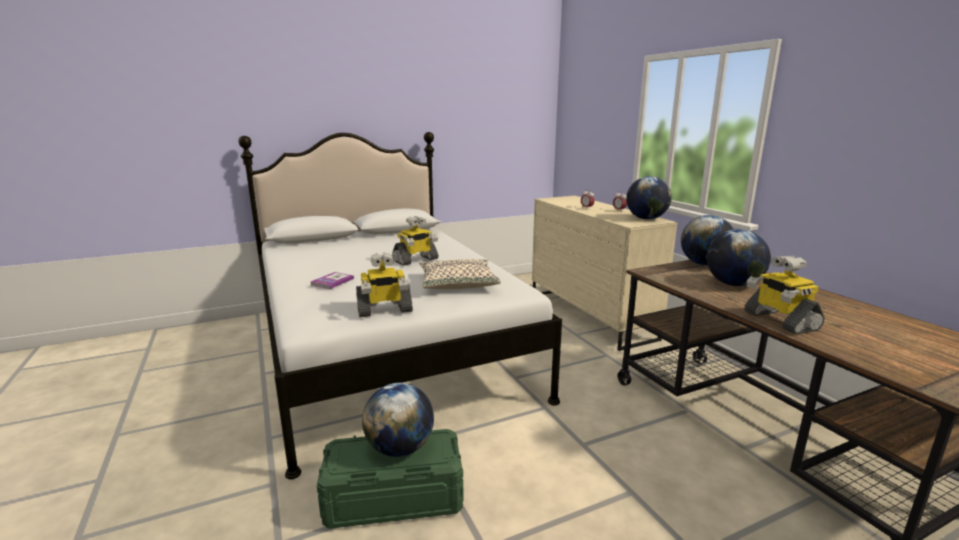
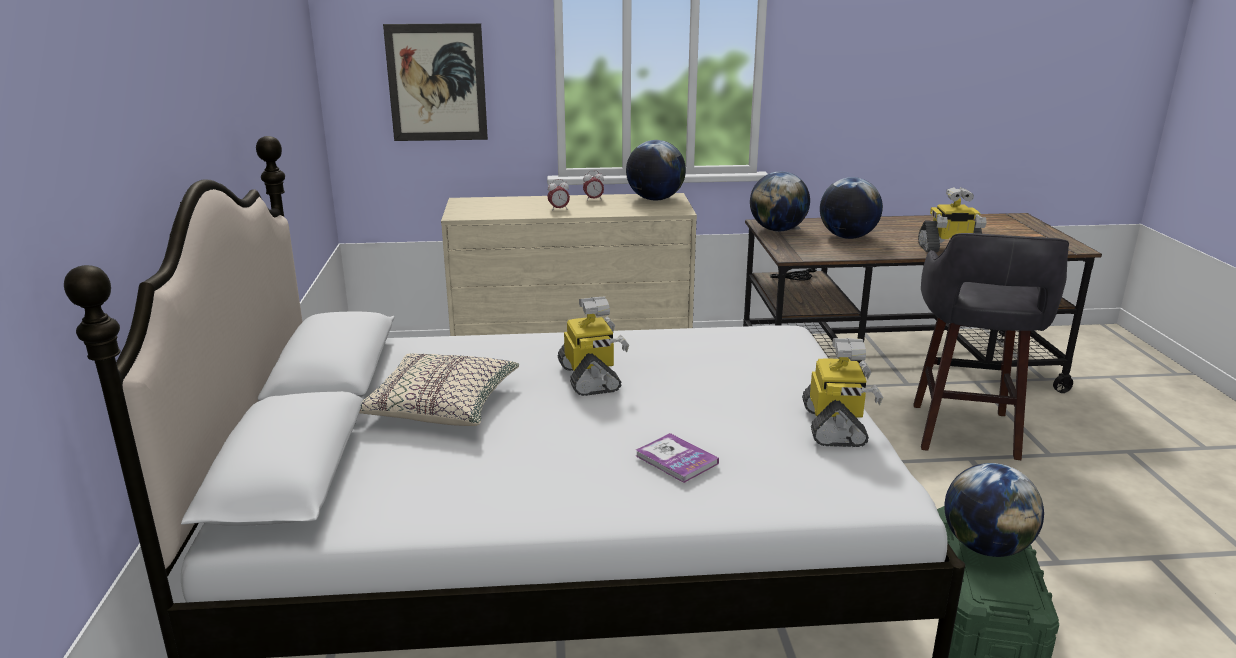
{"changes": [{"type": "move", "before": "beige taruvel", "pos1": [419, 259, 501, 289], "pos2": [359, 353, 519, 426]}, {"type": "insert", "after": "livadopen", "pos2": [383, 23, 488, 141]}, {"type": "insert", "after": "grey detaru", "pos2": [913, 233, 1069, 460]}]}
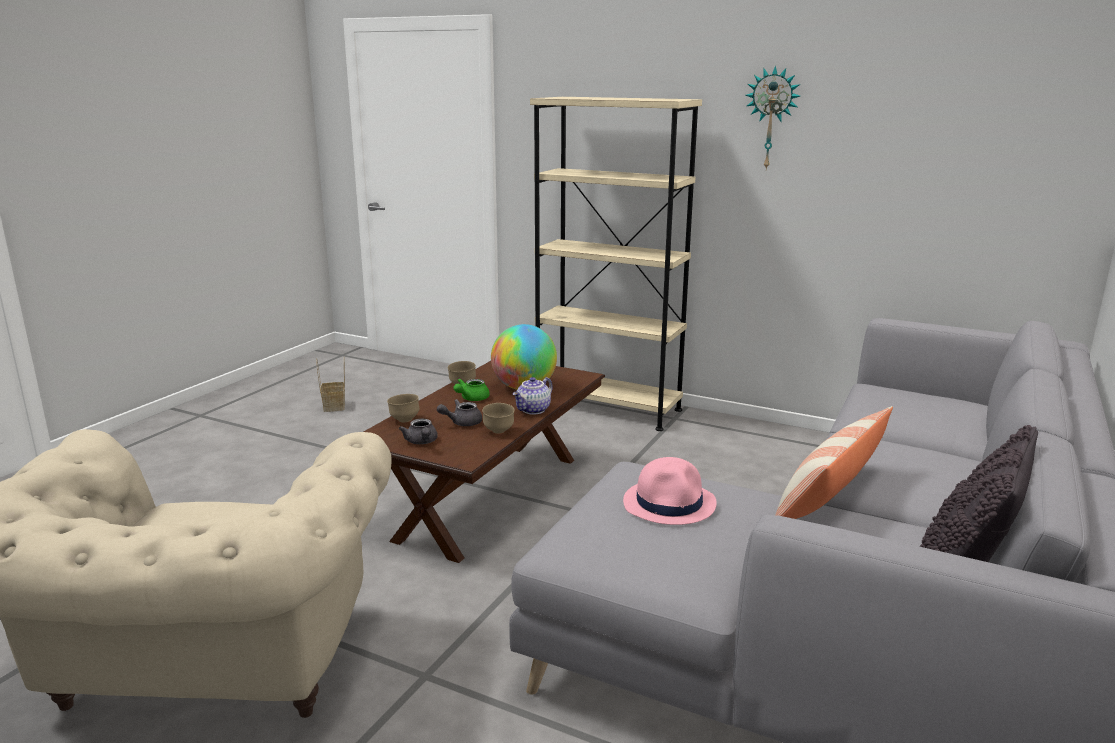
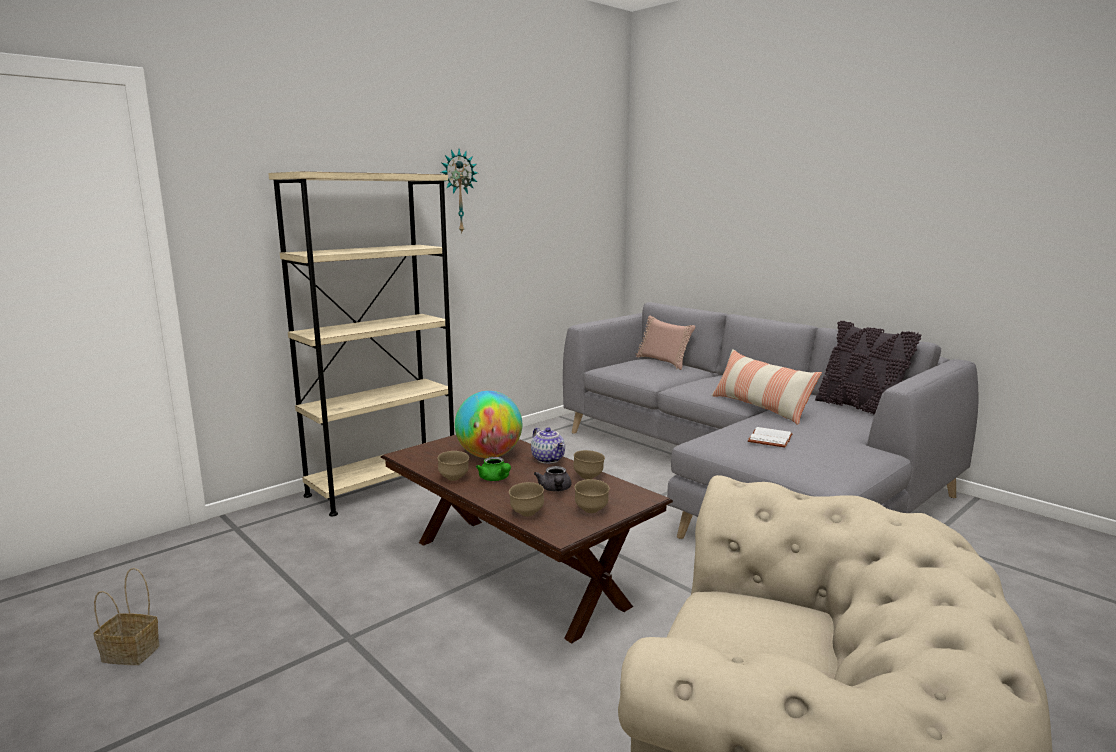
{"changes": [{"type": "replace", "before": "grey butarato", "after": "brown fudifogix", "pos1": [399, 419, 438, 444], "pos2": [574, 479, 610, 513]}, {"type": "replace", "before": "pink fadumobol", "after": "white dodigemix", "pos1": [623, 457, 717, 525], "pos2": [748, 427, 793, 448]}, {"type": "insert", "after": "beige taruvel", "pos2": [636, 316, 695, 370]}]}
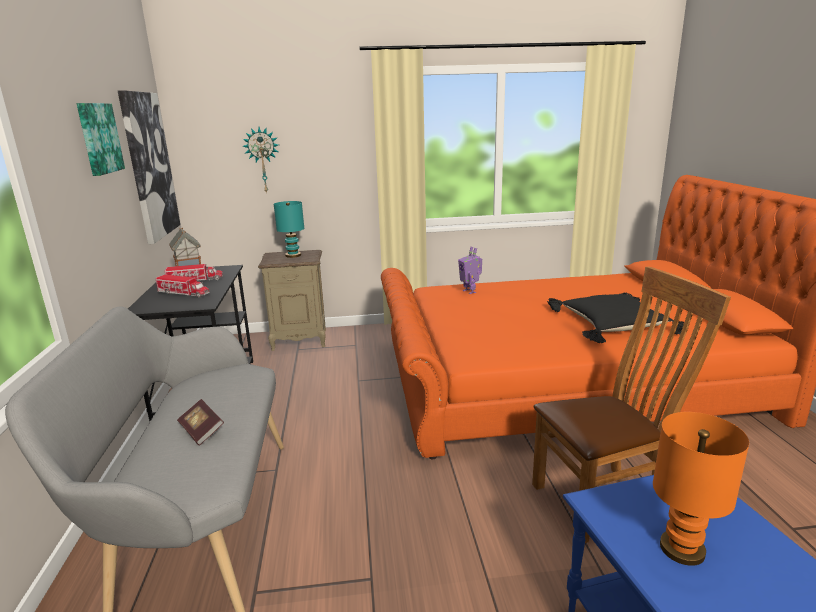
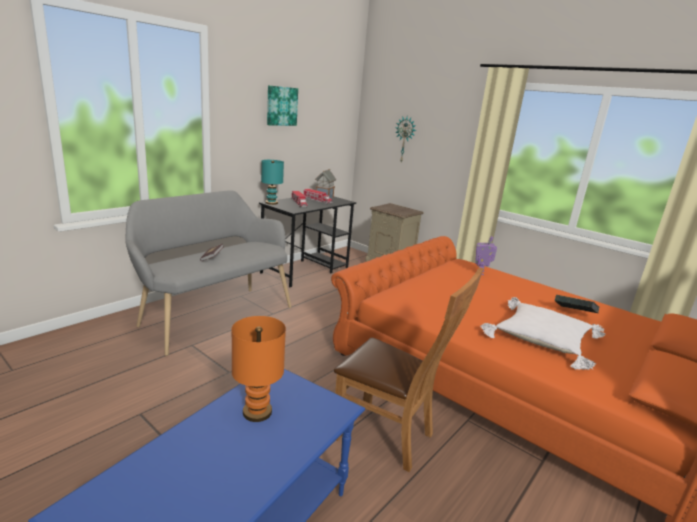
{"changes": [{"type": "delete", "before": "livadopen", "pos1": [118, 90, 180, 244]}, {"type": "move", "before": "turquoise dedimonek", "pos1": [274, 201, 304, 258], "pos2": [261, 160, 284, 205]}, {"type": "recolor", "before": "black taruvel", "after": "white taruvel", "pos1": [548, 293, 684, 343], "pos2": [481, 297, 606, 370]}, {"type": "insert", "after": "dodigemix", "pos2": [555, 295, 599, 313]}]}
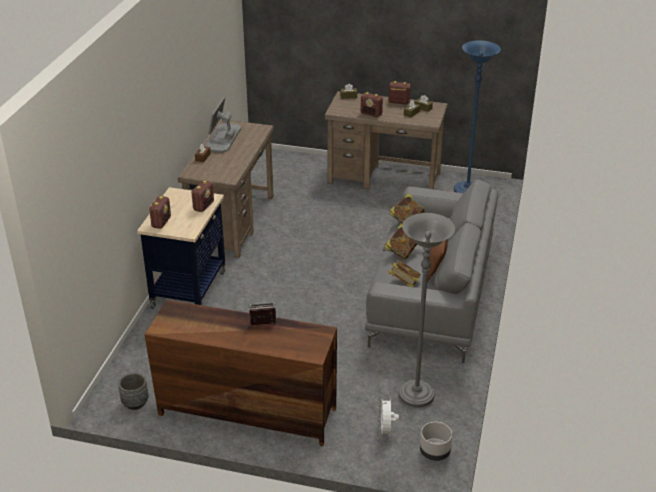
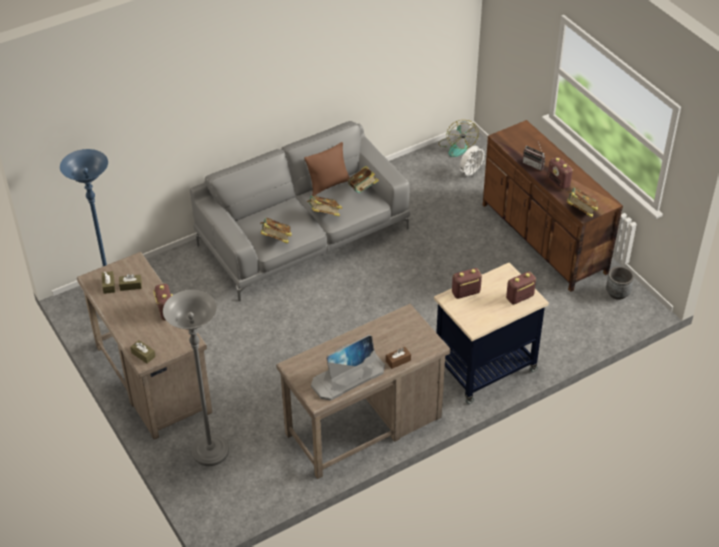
{"changes": [{"type": "move", "before": "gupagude", "pos1": [389, 81, 411, 104], "pos2": [548, 157, 573, 190]}, {"type": "move", "before": "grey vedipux", "pos1": [399, 213, 455, 407], "pos2": [163, 290, 229, 466]}, {"type": "replace", "before": "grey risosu", "after": "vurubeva", "pos1": [420, 422, 452, 461], "pos2": [438, 120, 479, 157]}, {"type": "insert", "after": "dodigemix", "pos2": [567, 187, 598, 218]}]}
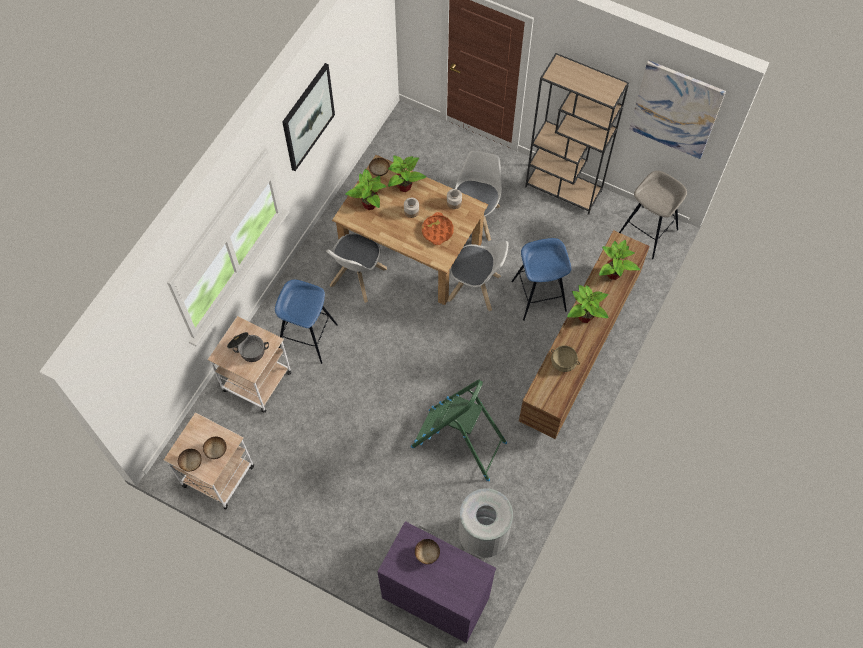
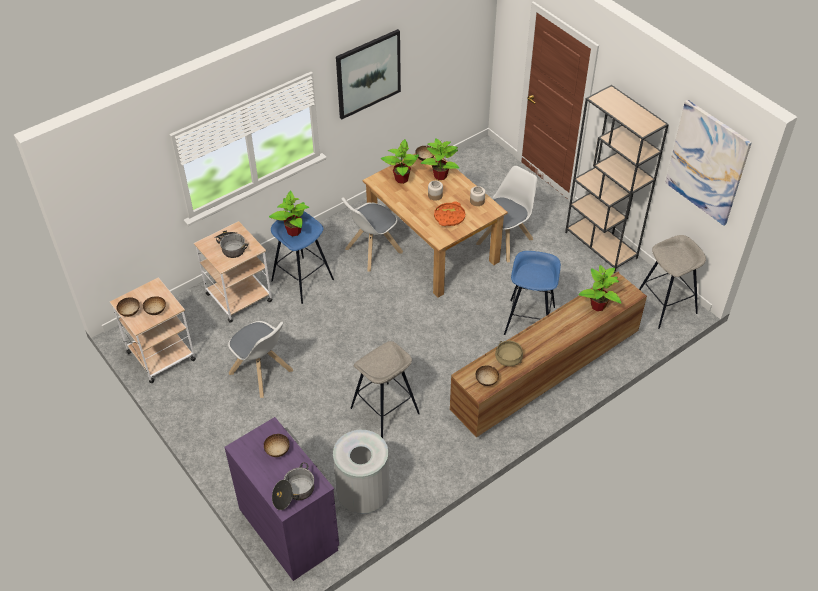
{"changes": [{"type": "replace", "before": "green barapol", "after": "grey detaru", "pos1": [411, 379, 507, 481], "pos2": [350, 341, 420, 438]}, {"type": "move", "before": "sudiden", "pos1": [448, 241, 508, 311], "pos2": [228, 321, 293, 398]}, {"type": "move", "before": "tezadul", "pos1": [567, 285, 609, 323], "pos2": [269, 191, 309, 236]}, {"type": "insert", "after": "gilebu", "pos2": [272, 462, 314, 510]}, {"type": "insert", "after": "fudifogix", "pos2": [476, 365, 499, 386]}]}
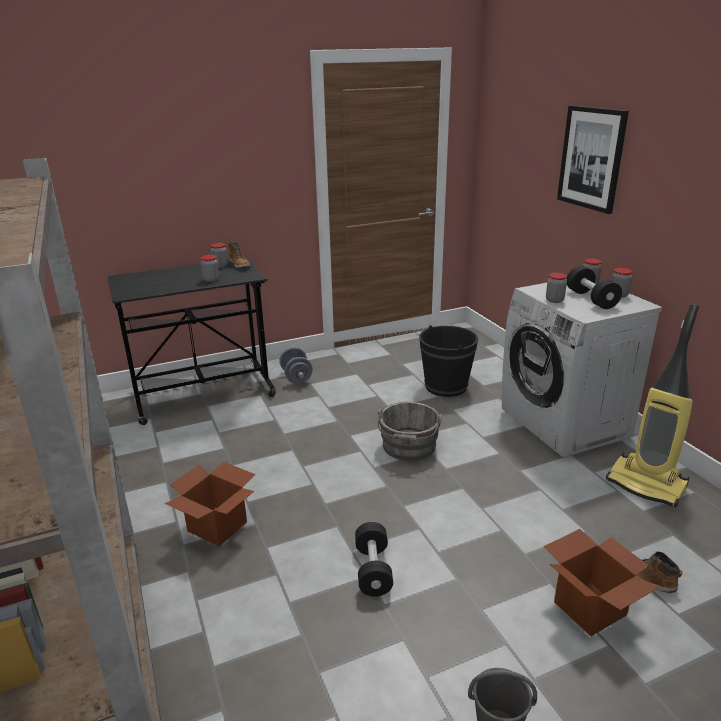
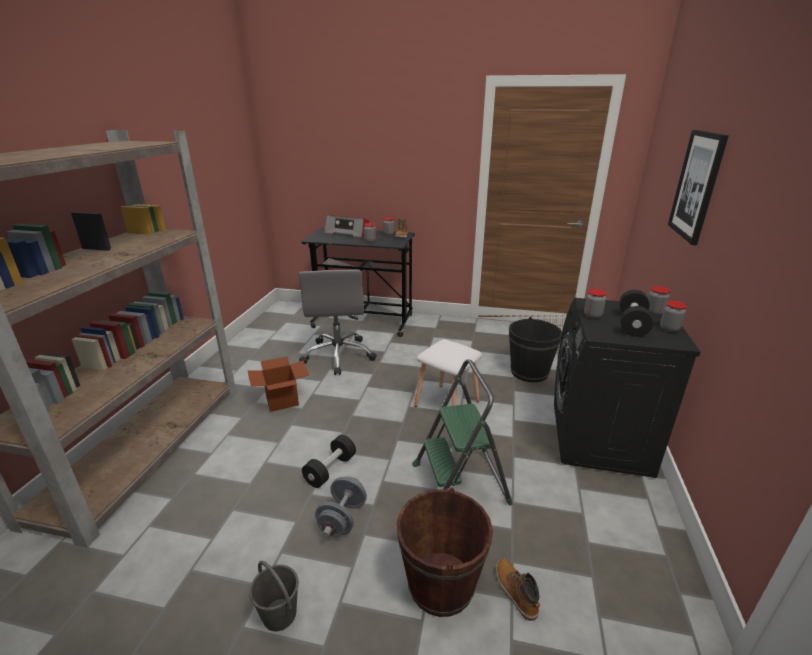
{"changes": [{"type": "move", "before": "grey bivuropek", "pos1": [279, 347, 313, 384], "pos2": [315, 476, 367, 537]}, {"type": "replace", "before": "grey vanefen", "after": "white detaru", "pos1": [377, 402, 442, 461], "pos2": [414, 339, 482, 407]}, {"type": "recolor", "before": "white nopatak", "after": "black nopatak", "pos1": [502, 279, 662, 457], "pos2": [554, 297, 701, 478]}, {"type": "replace", "before": "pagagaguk", "after": "brown vanefen", "pos1": [544, 529, 658, 636], "pos2": [397, 487, 493, 617]}, {"type": "delete", "before": "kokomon", "pos1": [606, 304, 699, 507]}, {"type": "insert", "after": "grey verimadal", "pos2": [298, 270, 377, 375]}, {"type": "insert", "after": "gupagude", "pos2": [324, 215, 369, 238]}, {"type": "insert", "after": "green barapol", "pos2": [412, 359, 513, 505]}]}
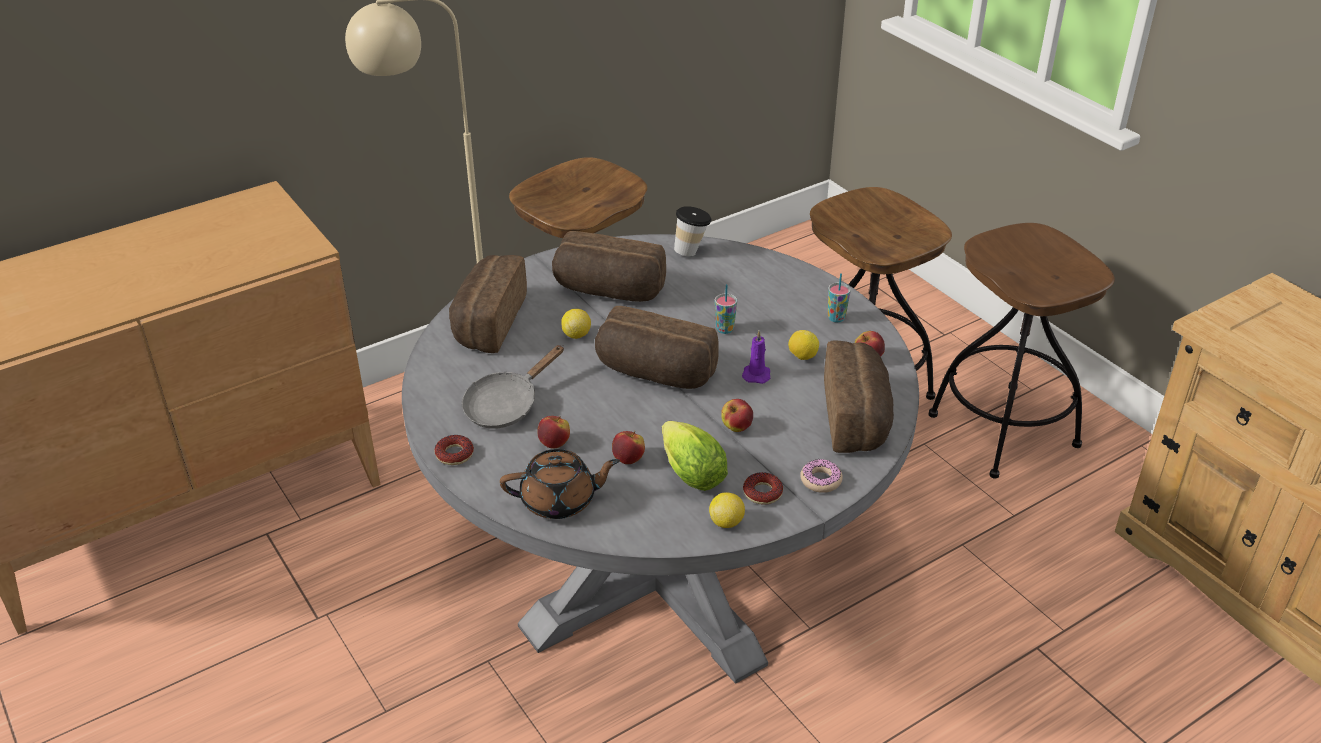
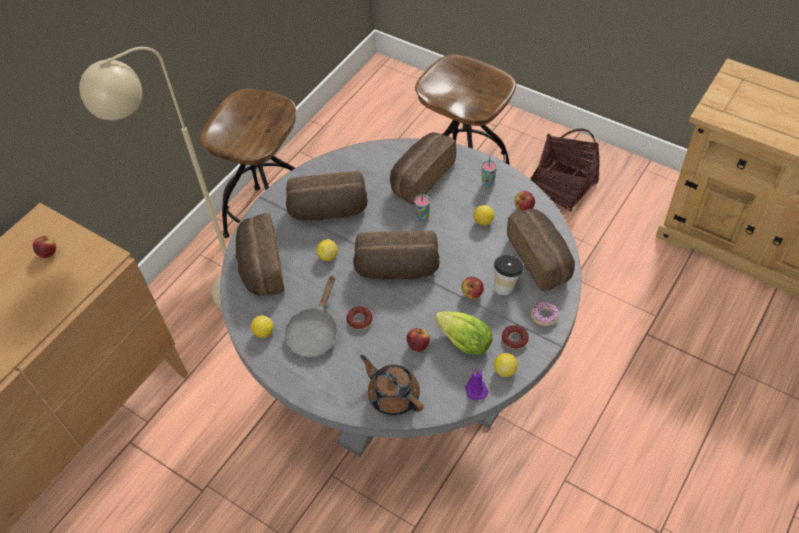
{"changes": [{"type": "move", "before": "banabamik", "pos1": [435, 435, 474, 465], "pos2": [347, 306, 373, 330]}, {"type": "rotate", "before": "brown butarato", "pos1": [500, 449, 620, 519], "pos2": [360, 355, 423, 416], "turn": -105}, {"type": "move", "before": "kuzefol", "pos1": [537, 416, 570, 448], "pos2": [33, 236, 56, 258]}, {"type": "move", "before": "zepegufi", "pos1": [674, 206, 712, 256], "pos2": [494, 255, 524, 295]}, {"type": "move", "before": "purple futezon", "pos1": [742, 330, 770, 384], "pos2": [465, 368, 488, 401]}, {"type": "replace", "before": "brown detaru", "after": "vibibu", "pos1": [929, 223, 1115, 479], "pos2": [530, 129, 600, 212]}, {"type": "insert", "after": "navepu", "pos2": [251, 315, 274, 338]}, {"type": "insert", "after": "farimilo", "pos2": [390, 132, 456, 205]}]}
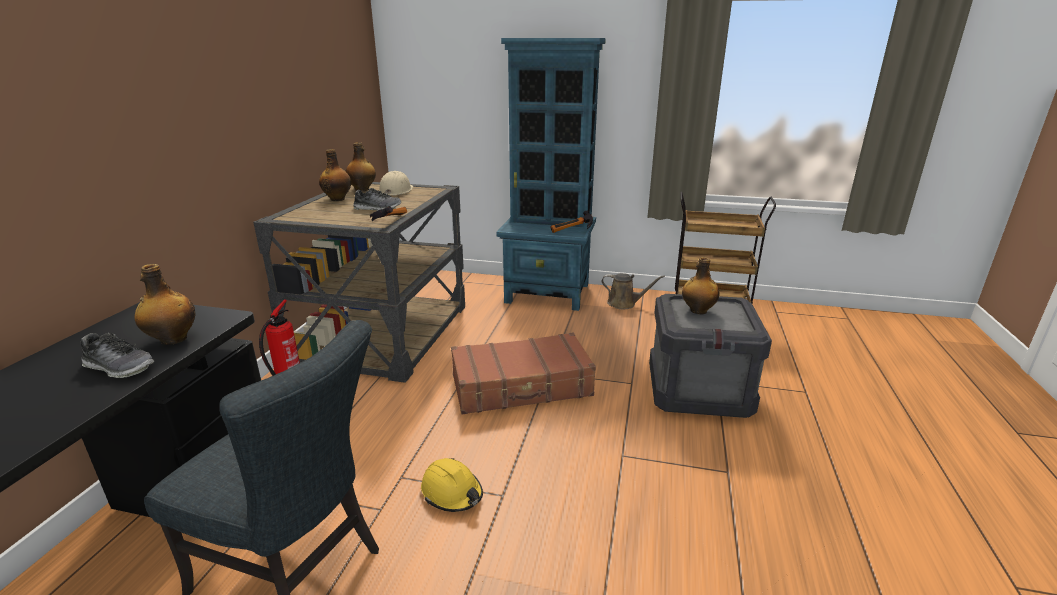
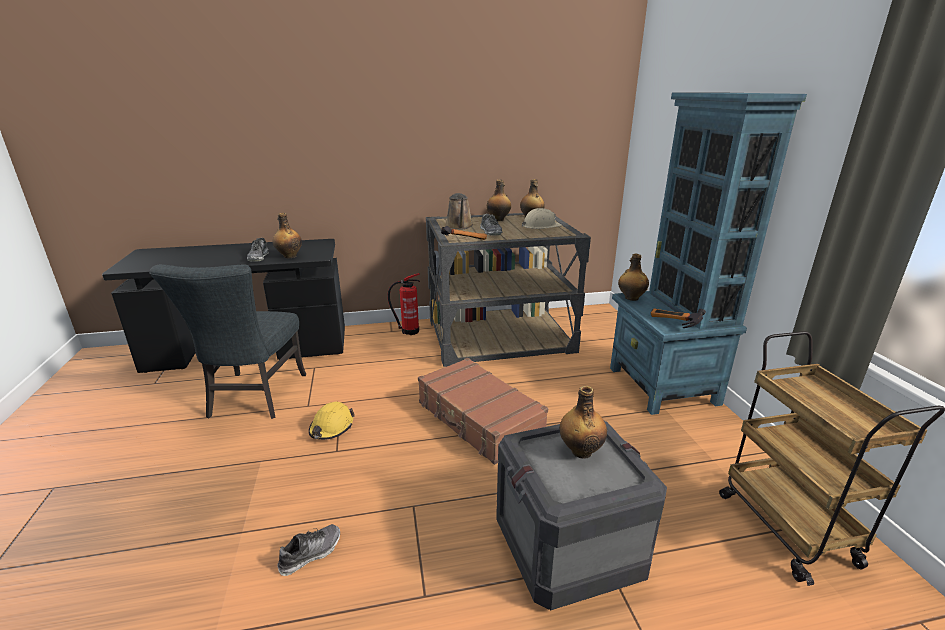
{"changes": [{"type": "move", "before": "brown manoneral", "pos1": [601, 273, 665, 309], "pos2": [445, 193, 473, 230]}, {"type": "insert", "after": "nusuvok", "pos2": [277, 524, 341, 576]}, {"type": "insert", "after": "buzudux", "pos2": [618, 254, 649, 301]}]}
